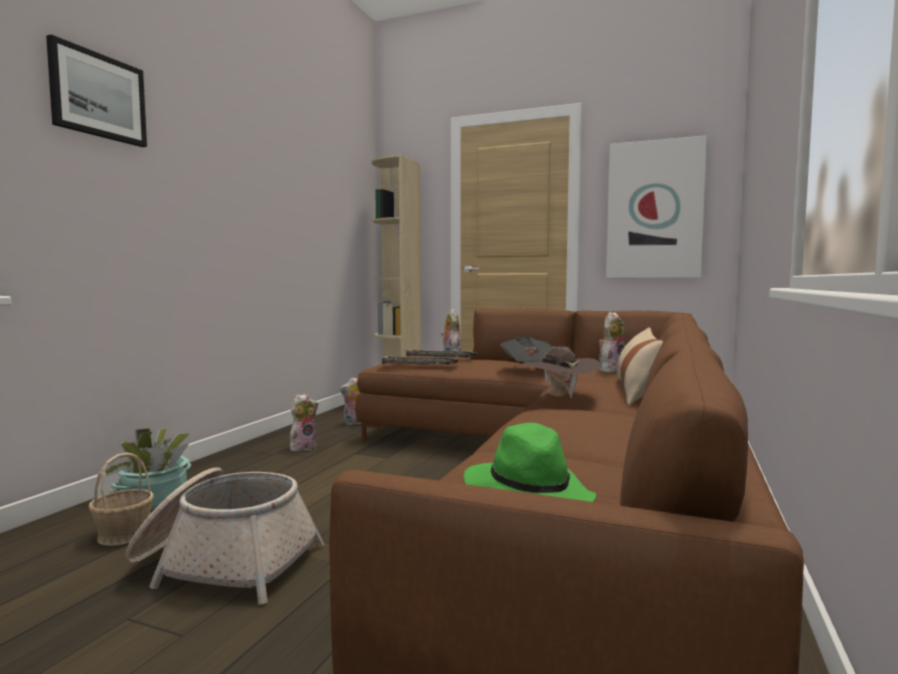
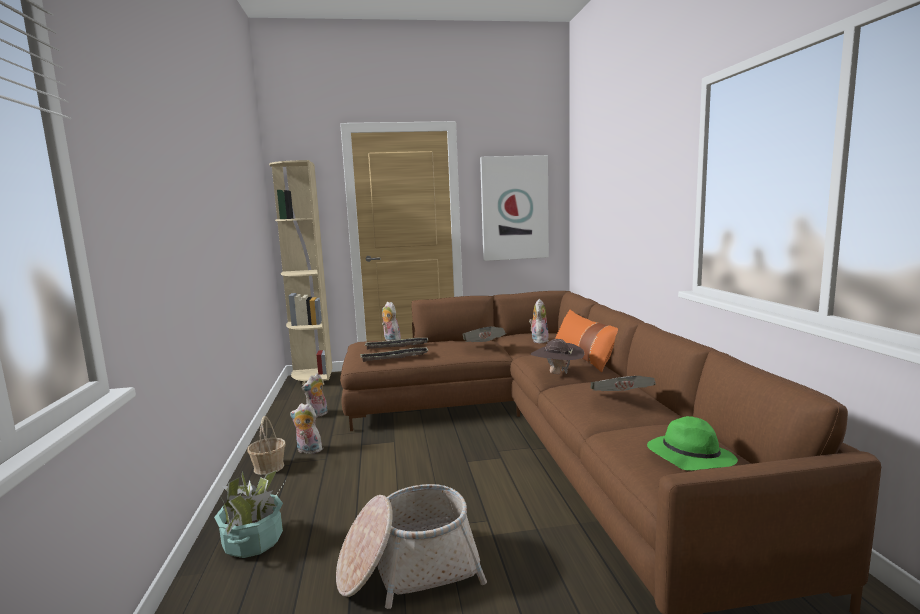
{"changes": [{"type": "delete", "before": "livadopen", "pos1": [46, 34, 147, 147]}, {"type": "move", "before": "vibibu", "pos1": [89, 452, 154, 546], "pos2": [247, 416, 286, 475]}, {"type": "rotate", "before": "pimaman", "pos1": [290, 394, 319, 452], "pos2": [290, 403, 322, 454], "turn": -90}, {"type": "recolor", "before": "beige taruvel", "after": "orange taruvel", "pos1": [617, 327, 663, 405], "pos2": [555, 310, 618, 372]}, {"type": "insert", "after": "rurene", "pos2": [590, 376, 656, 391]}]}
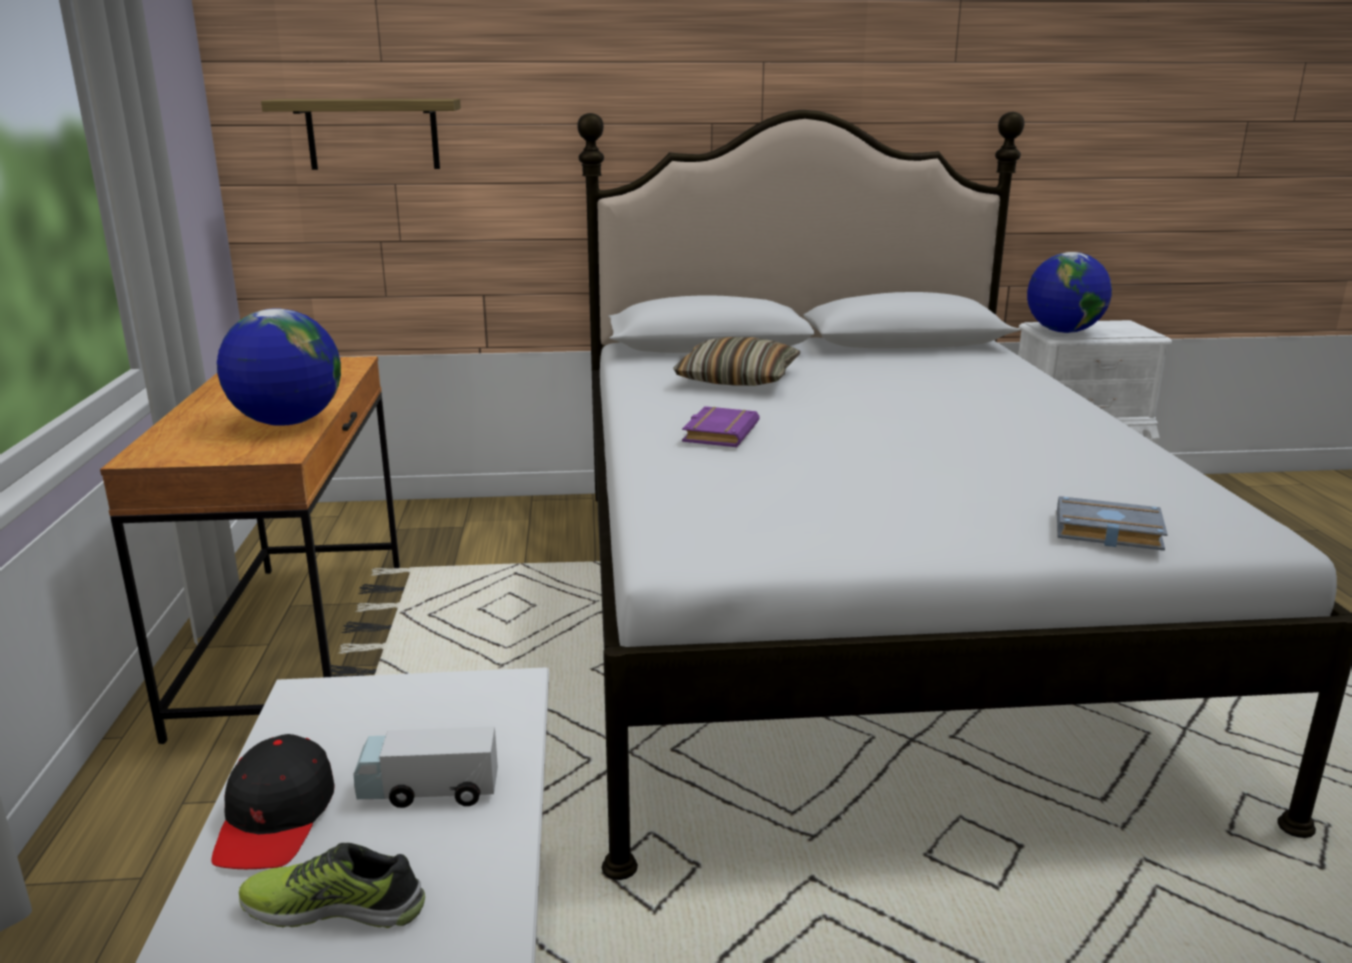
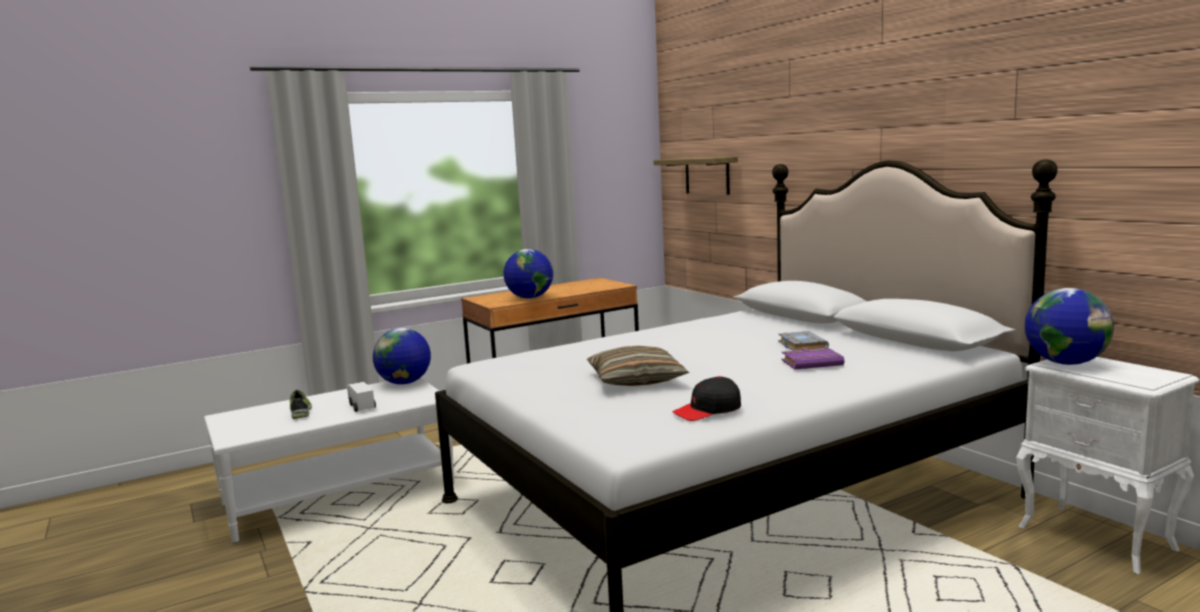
{"changes": [{"type": "move", "before": "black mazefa", "pos1": [211, 734, 335, 869], "pos2": [672, 376, 741, 421]}, {"type": "move", "before": "taruvel", "pos1": [673, 337, 800, 386], "pos2": [587, 346, 689, 386]}, {"type": "move", "before": "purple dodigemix", "pos1": [682, 406, 759, 447], "pos2": [782, 348, 845, 369]}, {"type": "move", "before": "grey dodigemix", "pos1": [1057, 496, 1168, 551], "pos2": [778, 331, 829, 351]}, {"type": "insert", "after": "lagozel", "pos2": [373, 328, 431, 384]}]}
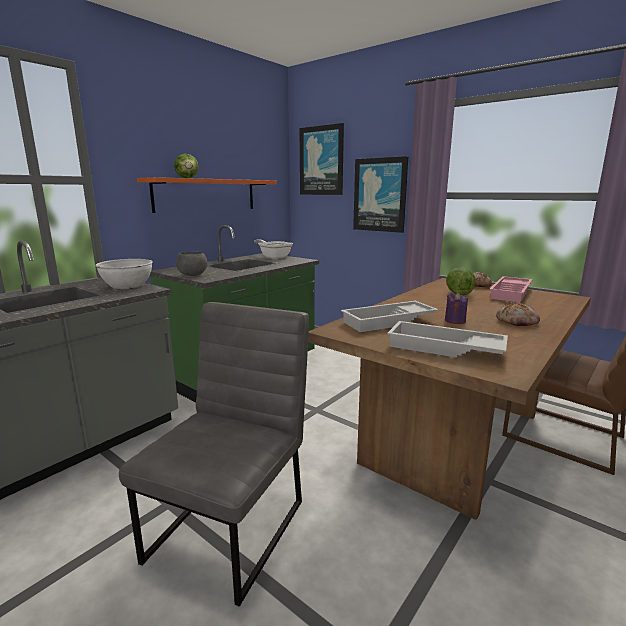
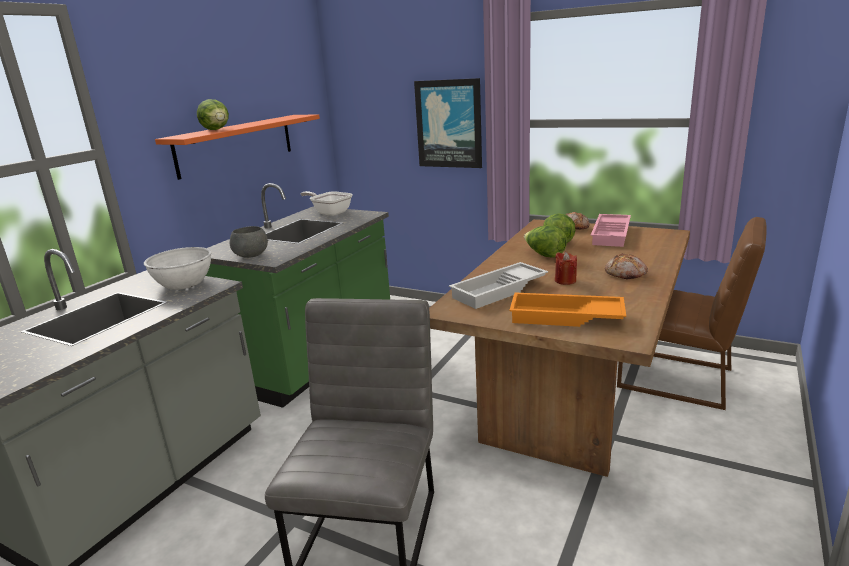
{"changes": [{"type": "delete", "before": "livadopen", "pos1": [299, 123, 344, 195]}, {"type": "recolor", "before": "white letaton", "after": "orange letaton", "pos1": [387, 321, 508, 358], "pos2": [509, 293, 626, 327]}, {"type": "recolor", "before": "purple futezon", "after": "red futezon", "pos1": [445, 292, 468, 324], "pos2": [555, 252, 577, 285]}, {"type": "insert", "after": "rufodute", "pos2": [524, 225, 567, 257]}]}
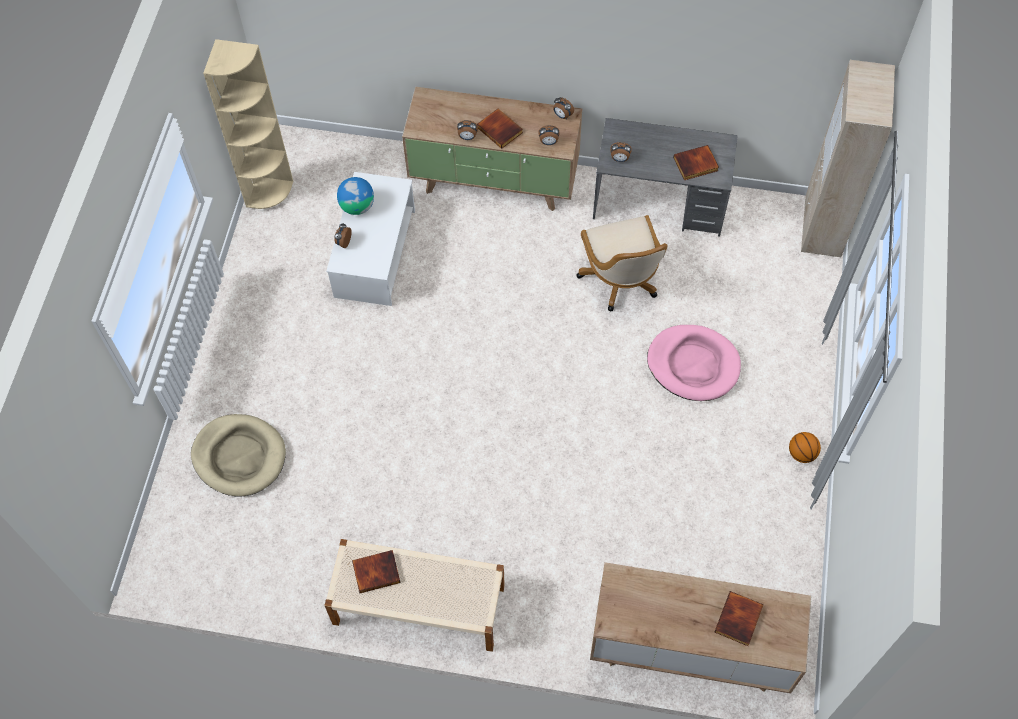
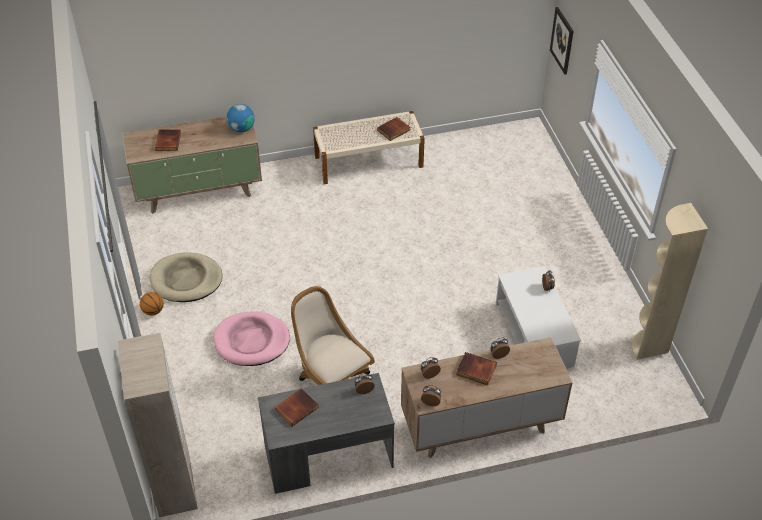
{"changes": [{"type": "move", "before": "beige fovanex", "pos1": [191, 414, 286, 497], "pos2": [150, 252, 222, 302]}, {"type": "move", "before": "lagozel", "pos1": [337, 177, 374, 215], "pos2": [227, 104, 255, 132]}, {"type": "insert", "after": "livadopen", "pos2": [550, 7, 574, 75]}]}
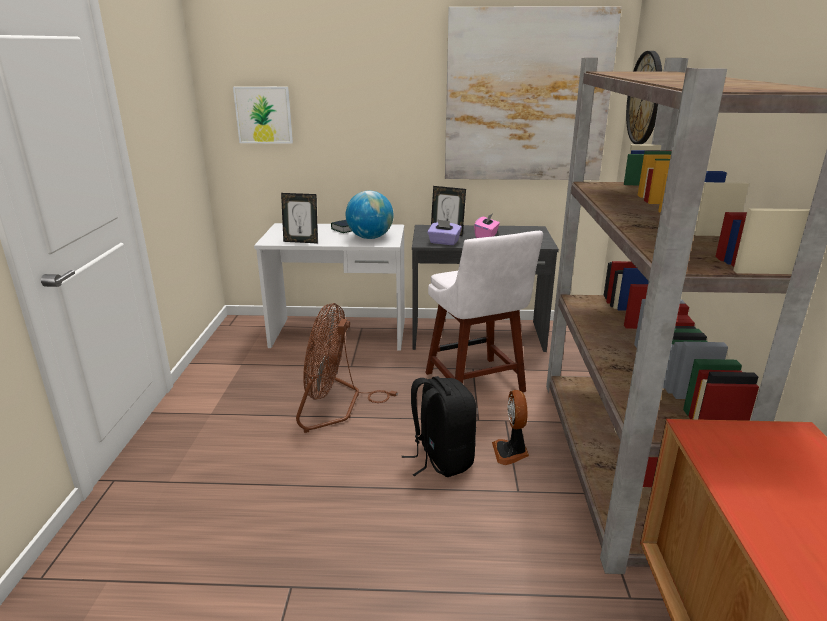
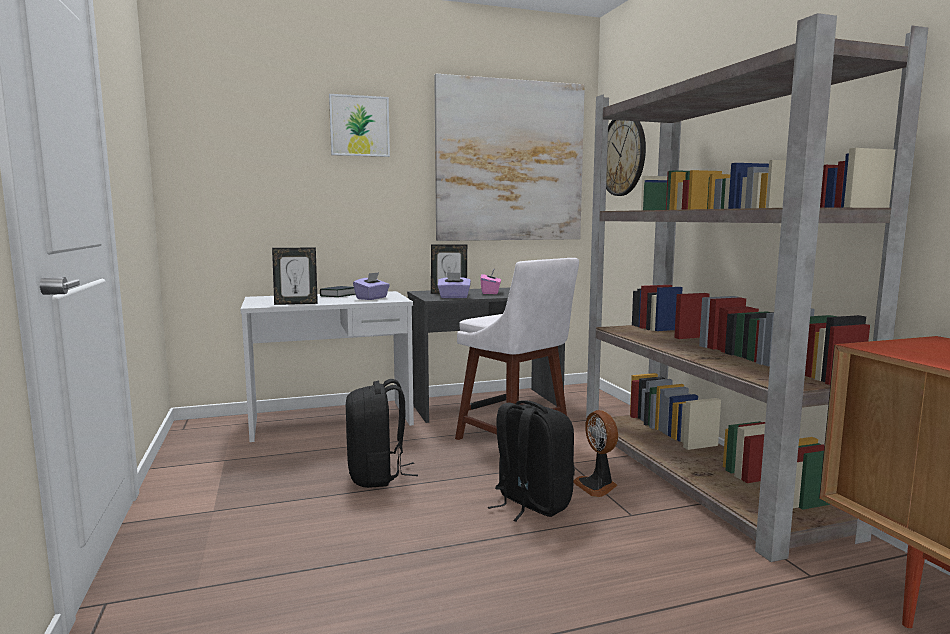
{"changes": [{"type": "move", "before": "livadopen", "pos1": [233, 87, 293, 144], "pos2": [329, 94, 390, 157]}, {"type": "replace", "before": "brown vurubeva", "after": "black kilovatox", "pos1": [296, 303, 398, 433], "pos2": [346, 379, 418, 488]}, {"type": "replace", "before": "lagozel", "after": "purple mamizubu", "pos1": [346, 191, 394, 239], "pos2": [353, 272, 390, 300]}]}
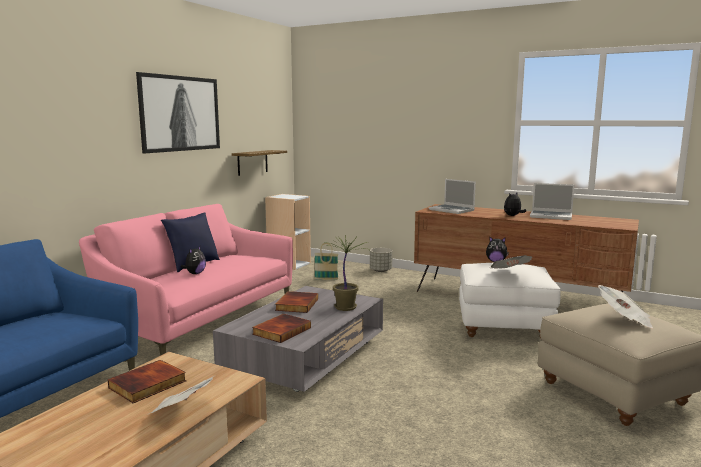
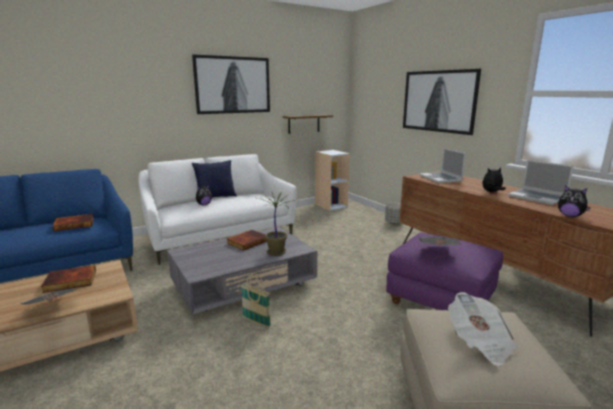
{"changes": [{"type": "recolor", "before": "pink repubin", "after": "white repubin", "pos1": [79, 204, 293, 356], "pos2": [139, 154, 296, 265]}, {"type": "move", "before": "dodigemix", "pos1": [252, 314, 311, 343], "pos2": [53, 214, 94, 231]}, {"type": "move", "before": "vibibu", "pos1": [314, 243, 338, 280], "pos2": [241, 273, 271, 328]}, {"type": "recolor", "before": "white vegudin", "after": "purple vegudin", "pos1": [459, 263, 561, 338], "pos2": [386, 232, 503, 310]}, {"type": "move", "before": "pimaman", "pos1": [486, 237, 509, 262], "pos2": [558, 185, 591, 217]}, {"type": "insert", "after": "livadopen", "pos2": [403, 69, 481, 135]}]}
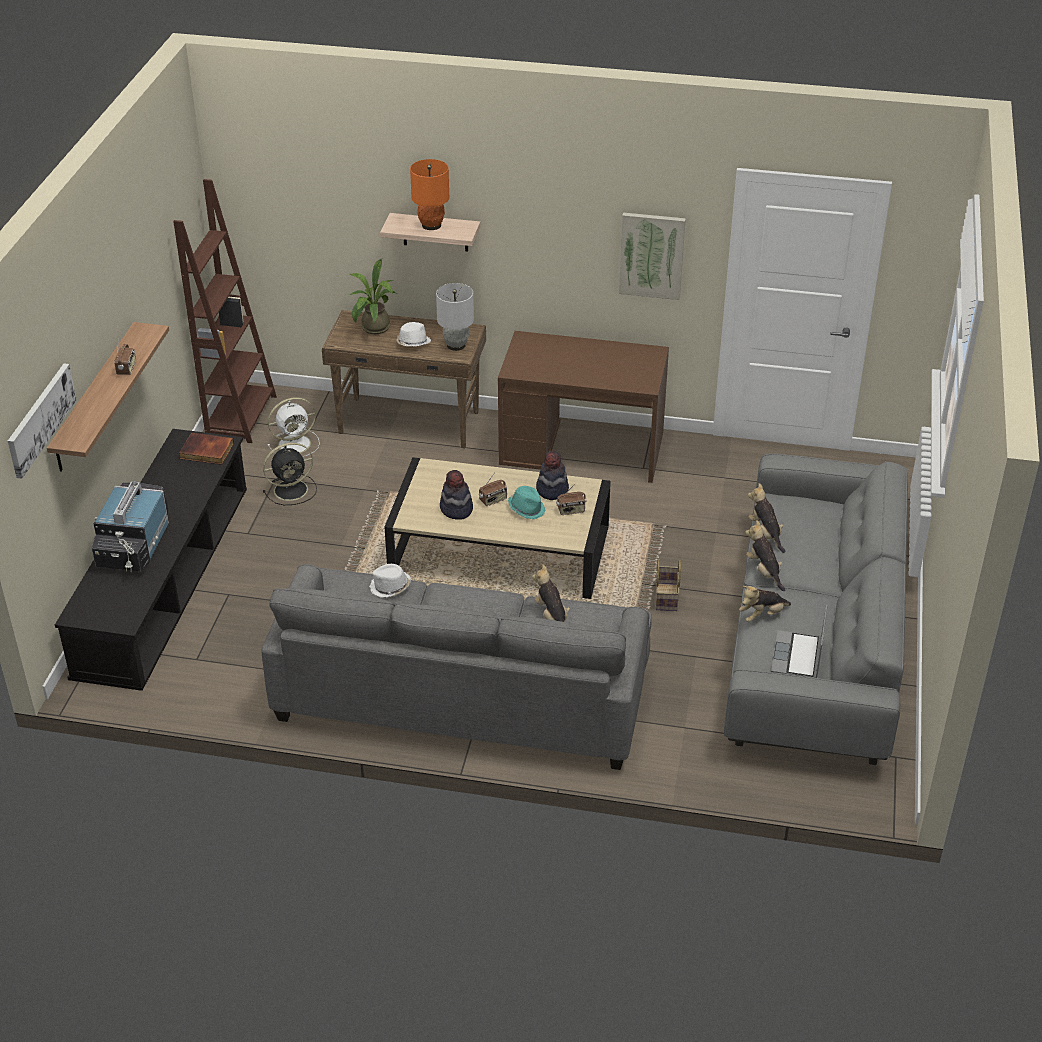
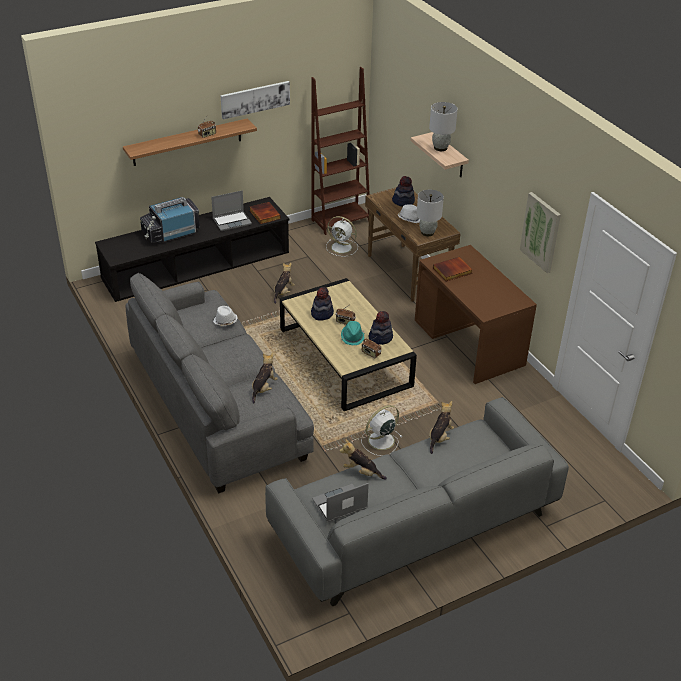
{"changes": [{"type": "move", "before": "livadopen", "pos1": [8, 364, 77, 479], "pos2": [221, 81, 290, 120]}, {"type": "delete", "before": "black vurubeva", "pos1": [263, 443, 317, 505]}, {"type": "replace", "before": "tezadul", "after": "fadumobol", "pos1": [349, 259, 396, 334], "pos2": [392, 176, 415, 207]}, {"type": "recolor", "before": "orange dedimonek", "after": "white dedimonek", "pos1": [410, 159, 449, 230], "pos2": [429, 102, 458, 151]}, {"type": "replace", "before": "vibibu", "after": "white vurubeva", "pos1": [656, 559, 681, 611], "pos2": [361, 405, 402, 456]}, {"type": "move", "before": "pimaman", "pos1": [745, 520, 785, 591], "pos2": [274, 263, 295, 304]}, {"type": "insert", "after": "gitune", "pos2": [211, 190, 252, 231]}, {"type": "insert", "after": "dodigemix", "pos2": [433, 257, 473, 282]}]}
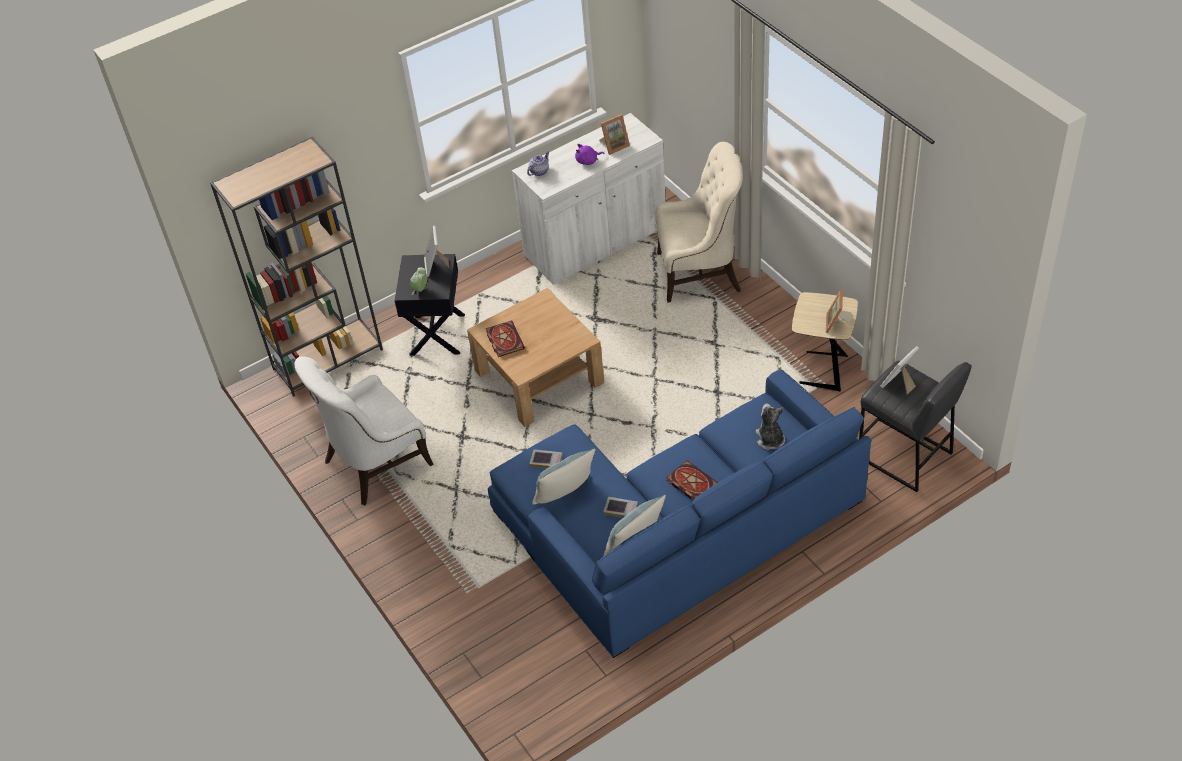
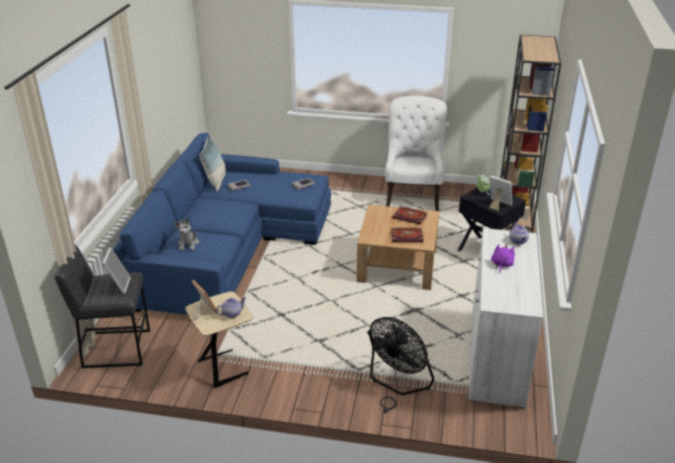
{"changes": [{"type": "delete", "before": "taruvel", "pos1": [532, 449, 596, 505]}, {"type": "delete", "before": "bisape", "pos1": [599, 114, 630, 155]}, {"type": "replace", "before": "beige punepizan", "after": "black vurubeva", "pos1": [656, 142, 743, 303], "pos2": [367, 317, 434, 413]}, {"type": "move", "before": "dodigemix", "pos1": [666, 460, 718, 500], "pos2": [391, 227, 424, 242]}, {"type": "rotate", "before": "pimaman", "pos1": [756, 404, 785, 450], "pos2": [174, 217, 199, 250], "turn": 60}, {"type": "insert", "after": "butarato", "pos2": [216, 297, 246, 318]}]}
